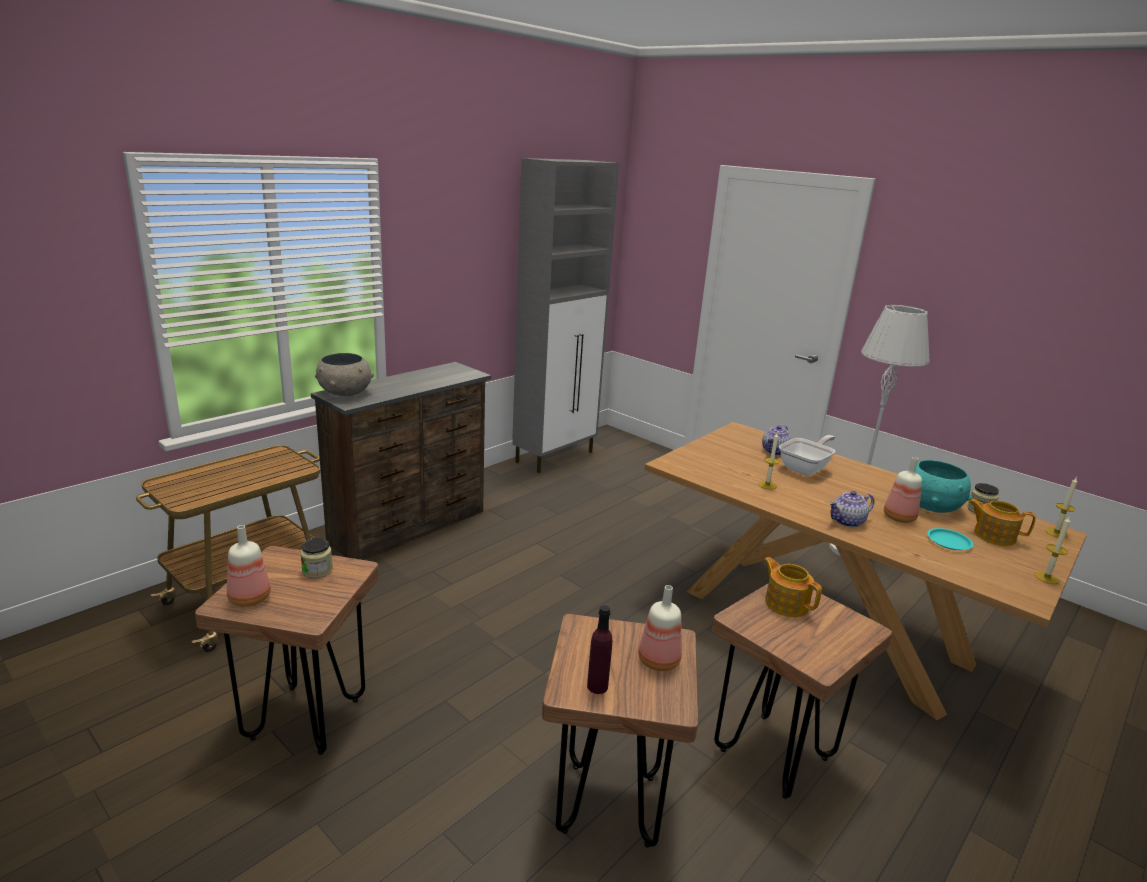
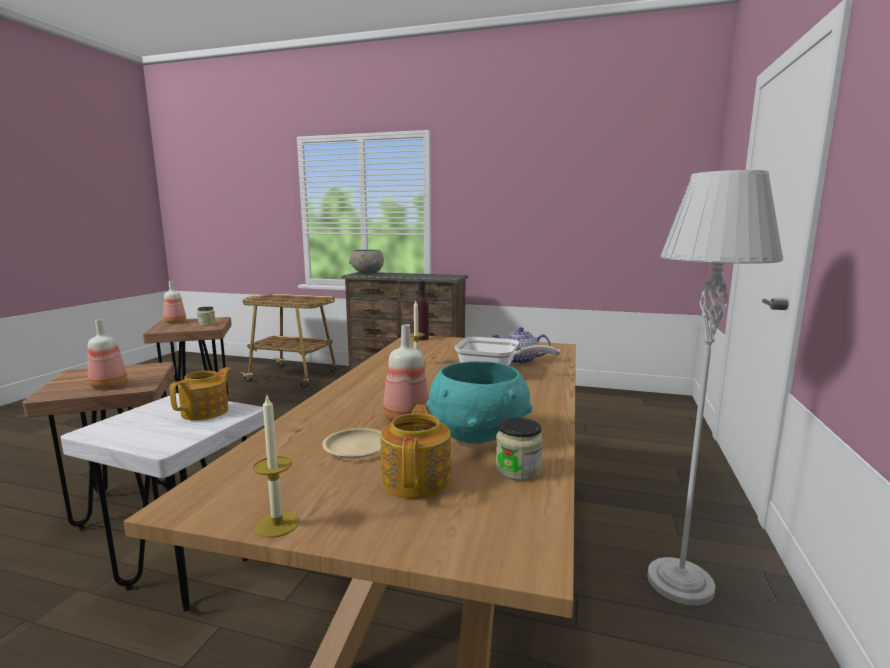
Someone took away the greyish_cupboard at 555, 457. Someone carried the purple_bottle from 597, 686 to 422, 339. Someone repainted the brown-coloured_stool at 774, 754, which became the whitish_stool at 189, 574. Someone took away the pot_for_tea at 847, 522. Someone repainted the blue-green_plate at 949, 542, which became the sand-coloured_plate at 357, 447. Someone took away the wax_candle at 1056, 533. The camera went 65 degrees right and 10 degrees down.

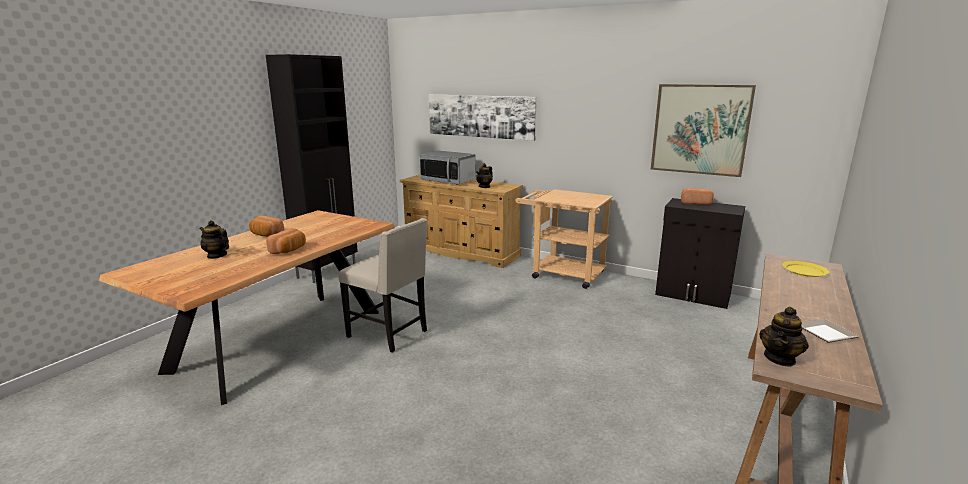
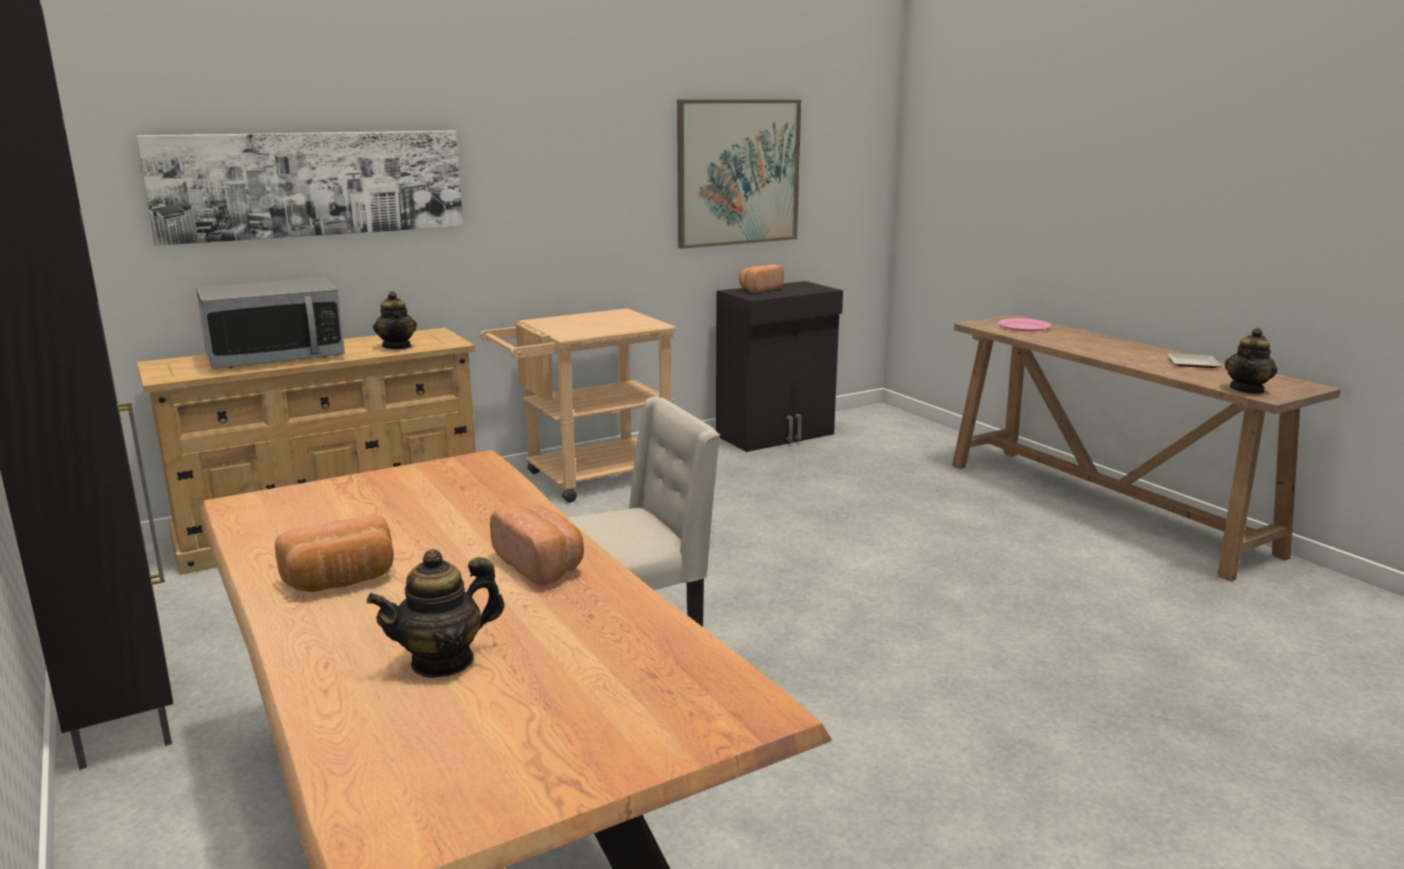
Someone rotated the pot_for_tea at 780, 358 by 60 degrees clockwise. Someone repainted the yellow_plate at 804, 271, which became the pinkish_plate at 1024, 327. The camera went 60 degrees left and 0 degrees up.

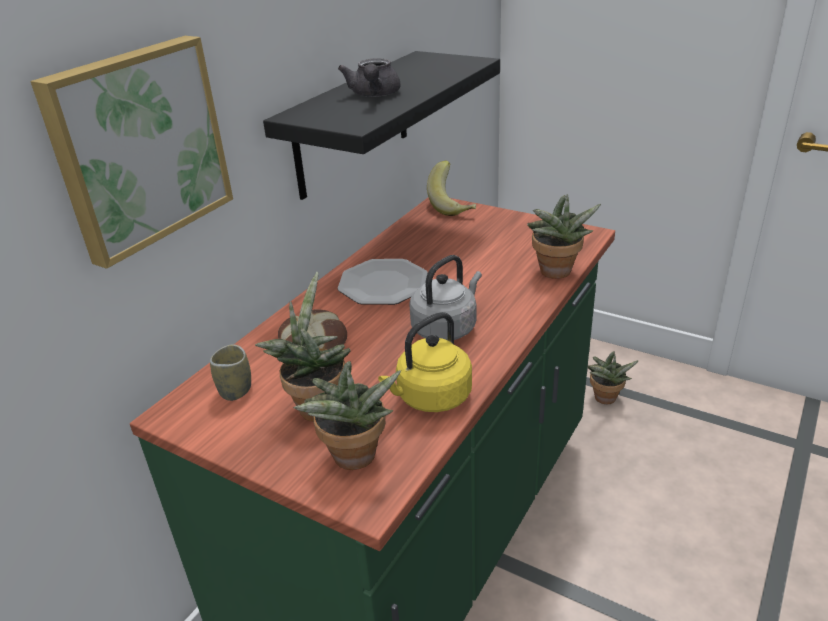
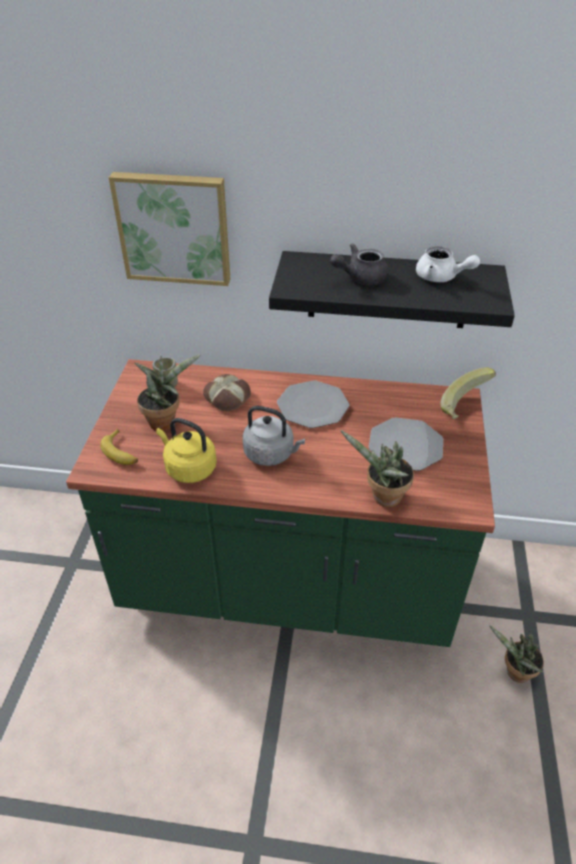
Someone swapped the potted_plant at 354, 460 for the banana_fruit at 121, 452. Someone put down the plate at 405, 446. Someone put down the whitish_pot_for_tea at 441, 277. The camera went 65 degrees right and 10 degrees up.

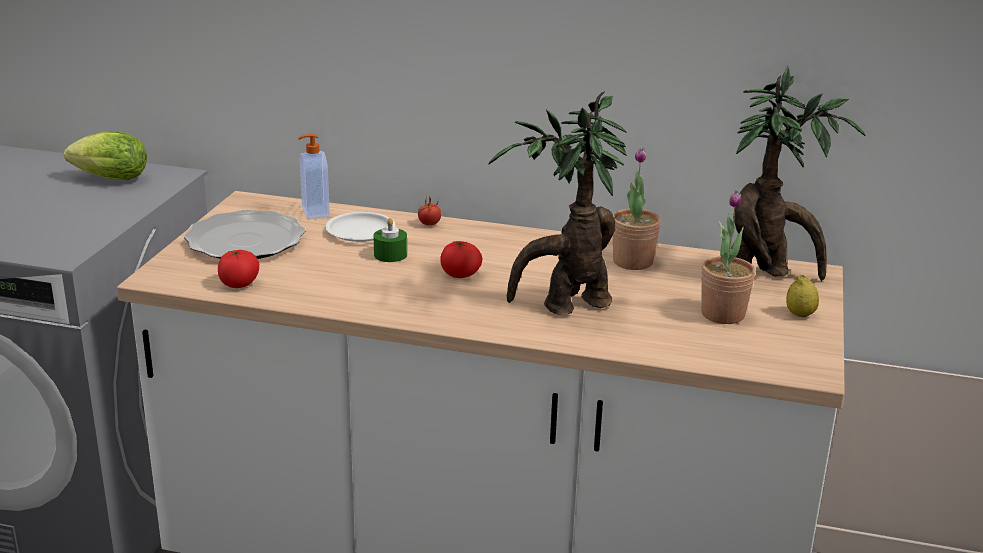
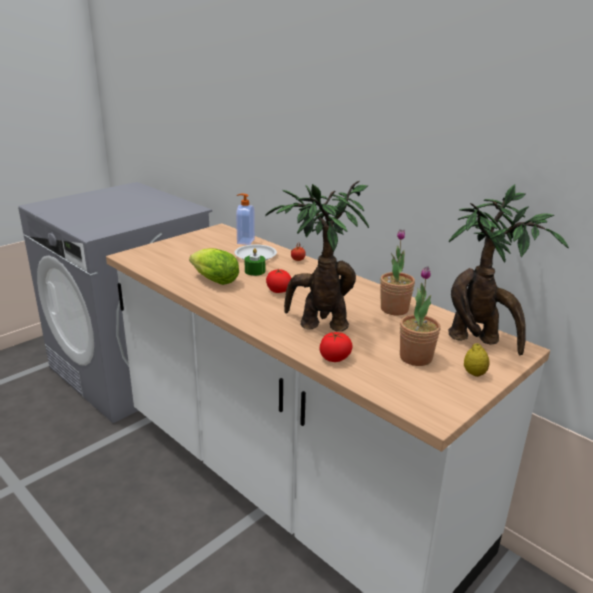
Someone carried the head_of_lettuce from 107, 179 to 212, 280. Someone took away the plate at 246, 241. Someone carried the whole_tomato from 239, 284 to 335, 358. The camera went 30 degrees right and 0 degrees up.

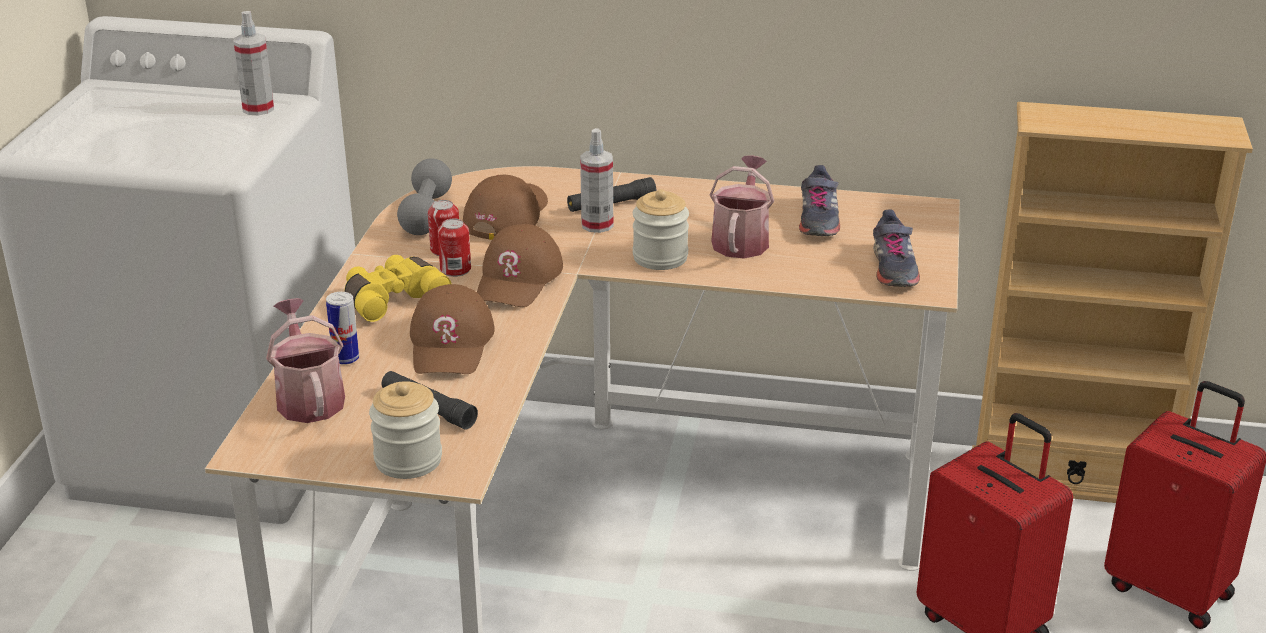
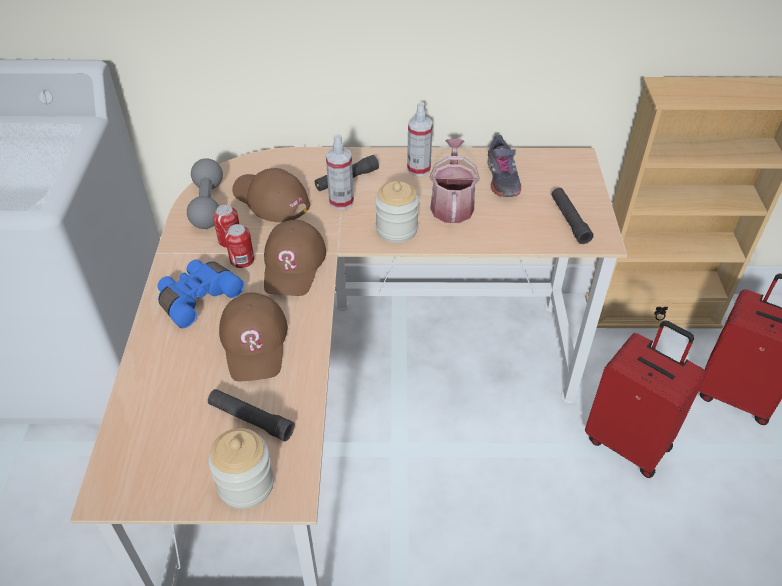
Someone carried the sprayer from 258, 109 to 418, 169. Someone took away the sprinkling_can at 308, 397. Someone took away the metal_can at 345, 359. Someone repainted the yellow_field_glasses at 392, 298, which became the blue-coloured_field_glasses at 197, 298. Someone rotated the brown-coloured_cap at 506, 215 by 60 degrees counterclockwise. Someone swapped the greyish_low_shoe at 893, 268 for the black-coloured_flashlight at 569, 220. The camera went 10 degrees left and 15 degrees up.

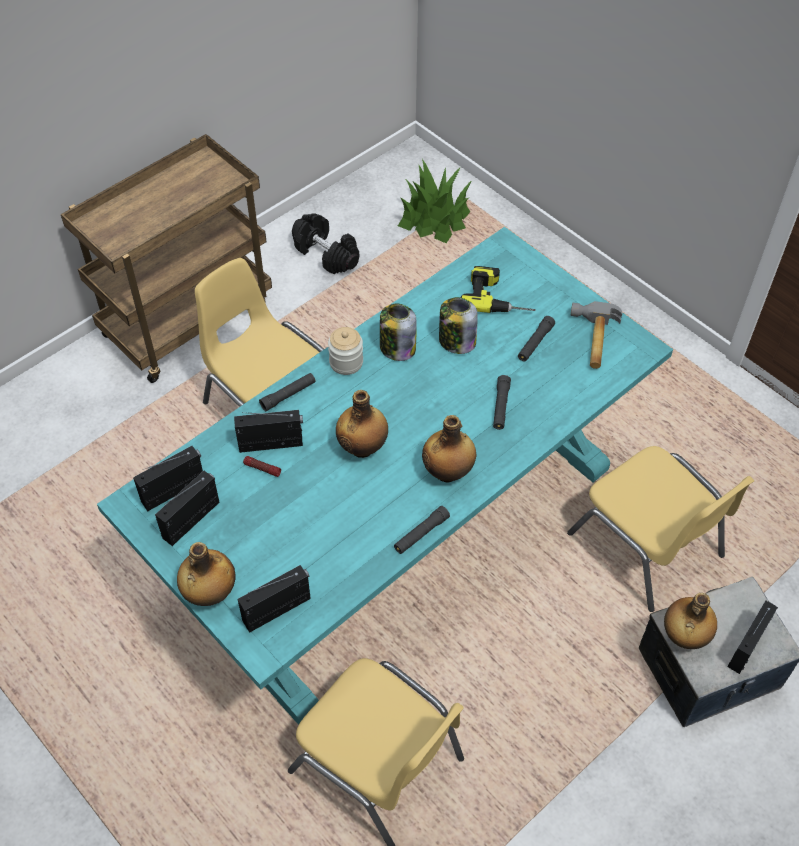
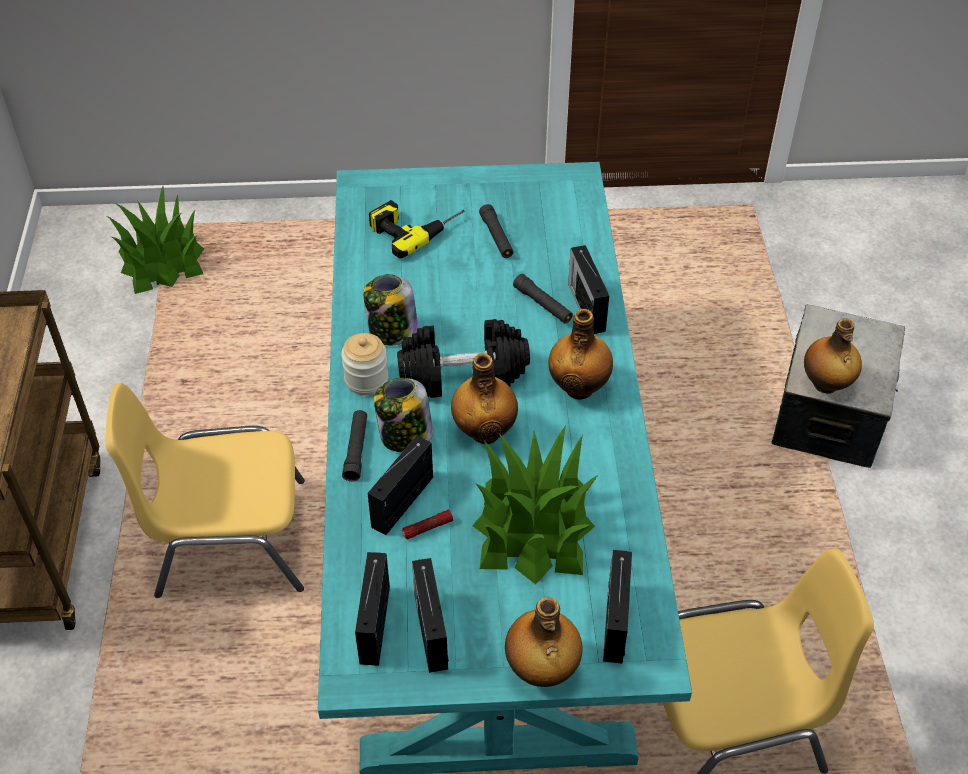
Someone carried the black-coloured_dumbbell from 326, 254 to 464, 374. Someone took away the black-coloured_flashlight at 421, 534. Someone carried the storage_jar from 456, 341 to 405, 436. Someone took away the yellow_plain_chair at 648, 546. Someone took away the tool_hammer at 592, 340. Someone carried the radio_set from 748, 645 to 586, 306. Someone put down the potted_plant at 534, 527. The camera went 50 degrees left and 5 degrees down.

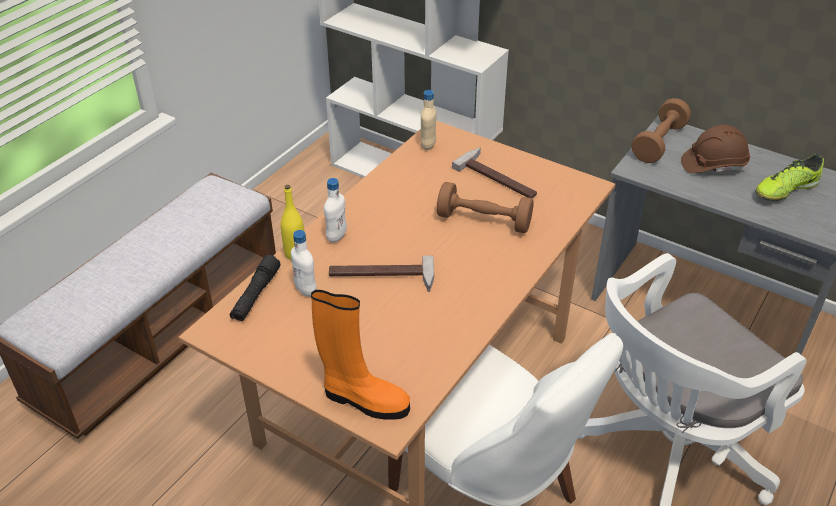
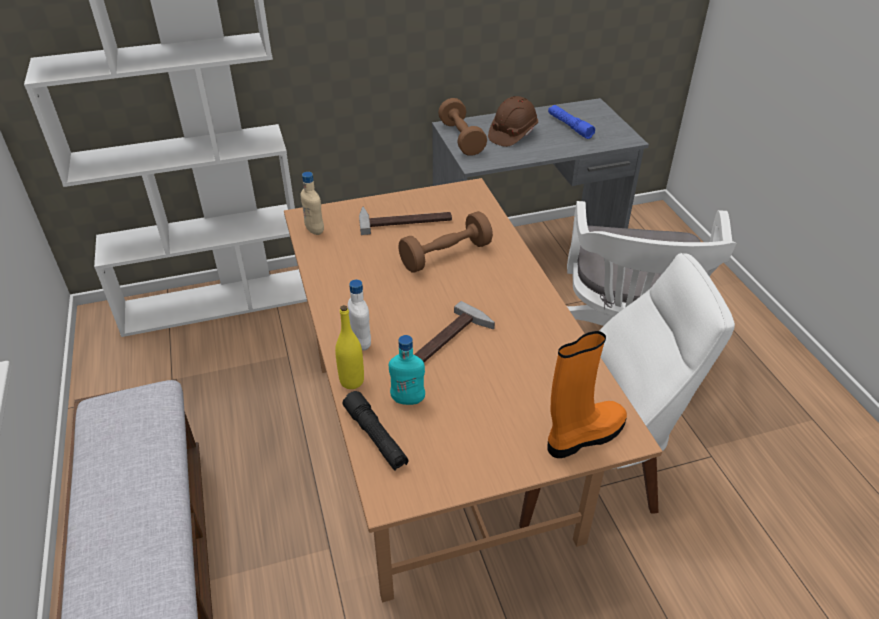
Someone repainted the whitish_bottle at 305, 290, which became the blue-green_bottle at 408, 399. Someone swapped the low_shoe at 785, 190 for the blue-coloured_flashlight at 569, 126. The camera went 50 degrees left and 0 degrees up.

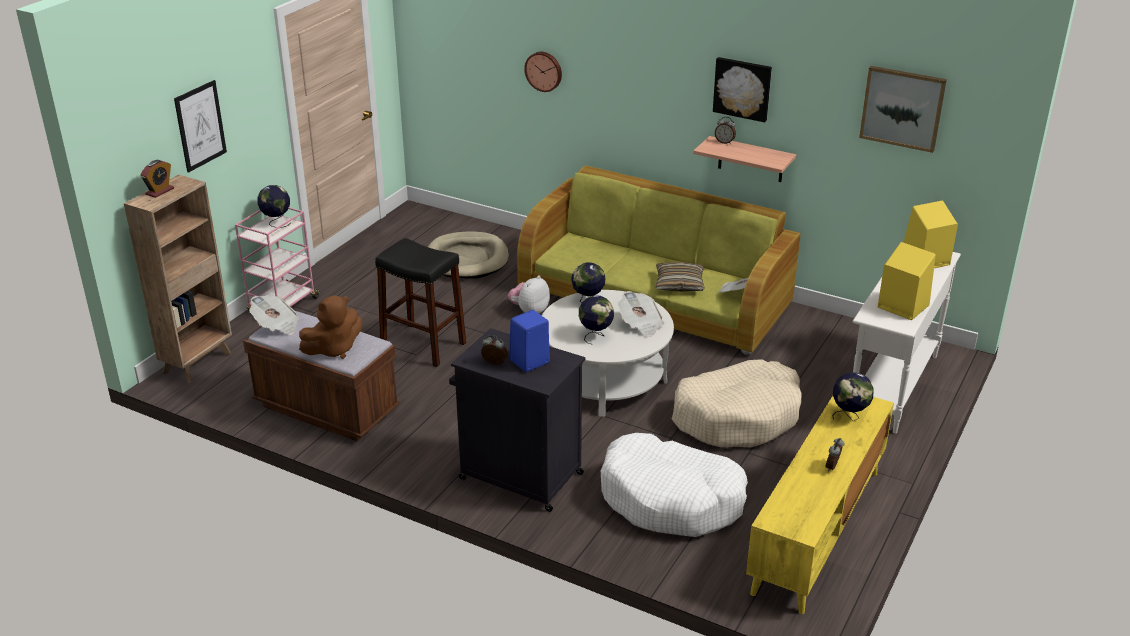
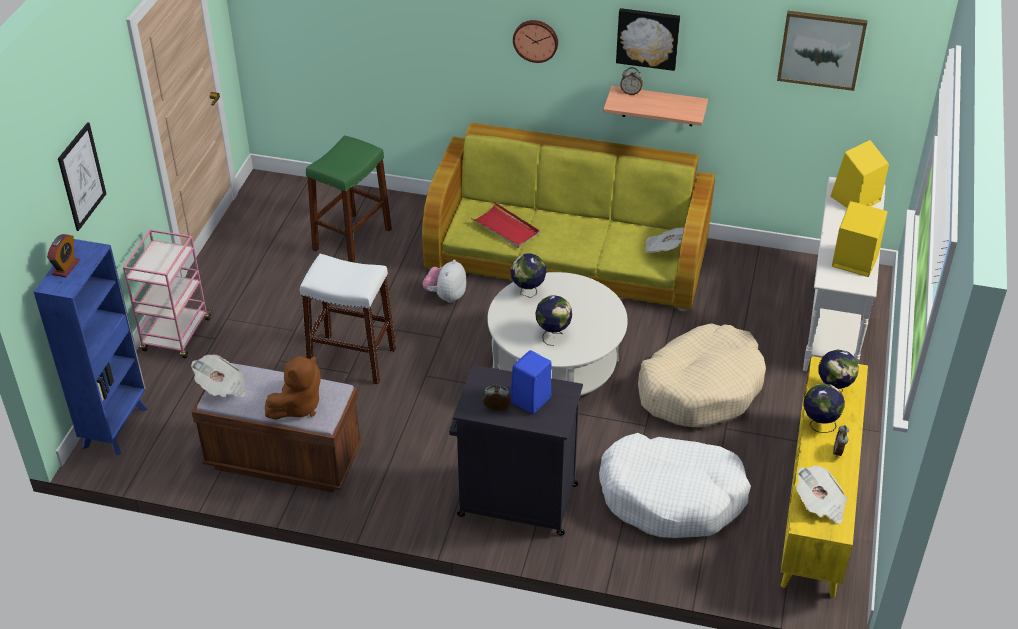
Someone repainted the brown-coloured_bookshelf at 198, 362, which became the blue-coloured_bookshelf at 116, 426. Someone carried the desk_globe from 276, 223 to 819, 425. Someone repainted the black-coloured_stool at 423, 345, which became the whitish_stool at 352, 359. Someone swapped the sand-coloured_dog_bed at 467, 259 for the greenish_stool at 352, 239. Someone carried the hanging_clock from 544, 71 to 536, 40. Someone carried the newspaper from 640, 324 to 820, 504. Someone took away the cushion at 679, 284. Someone put down the red-coloured_carrying_tray at 506, 228. The camera went 15 degrees left and 10 degrees up.

